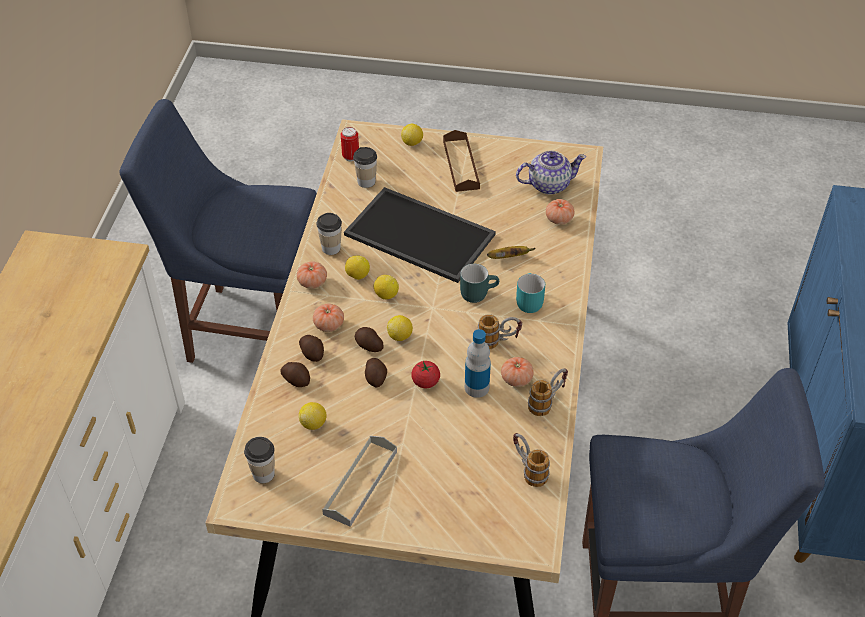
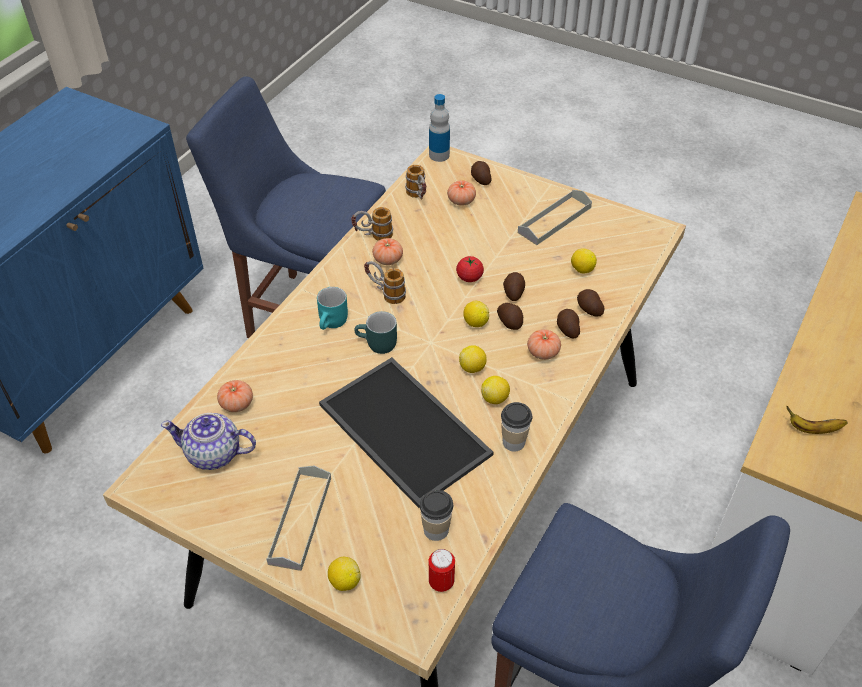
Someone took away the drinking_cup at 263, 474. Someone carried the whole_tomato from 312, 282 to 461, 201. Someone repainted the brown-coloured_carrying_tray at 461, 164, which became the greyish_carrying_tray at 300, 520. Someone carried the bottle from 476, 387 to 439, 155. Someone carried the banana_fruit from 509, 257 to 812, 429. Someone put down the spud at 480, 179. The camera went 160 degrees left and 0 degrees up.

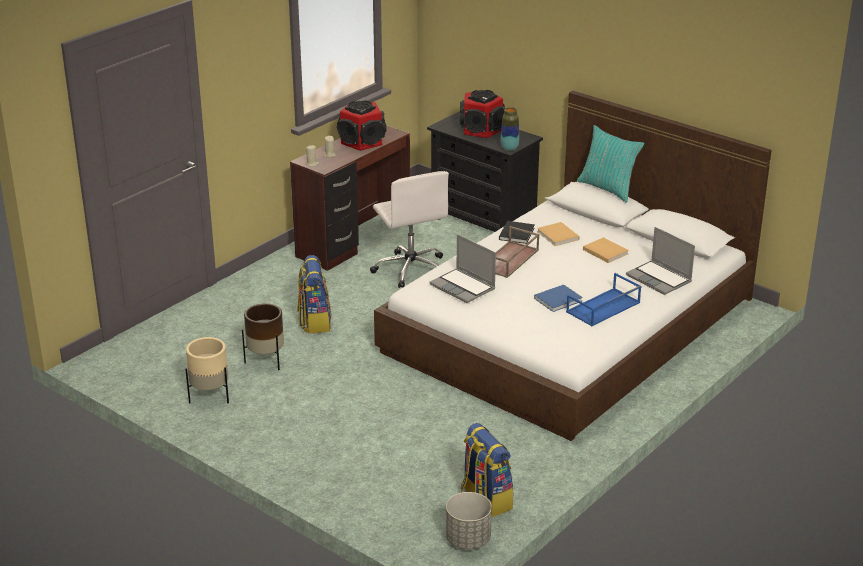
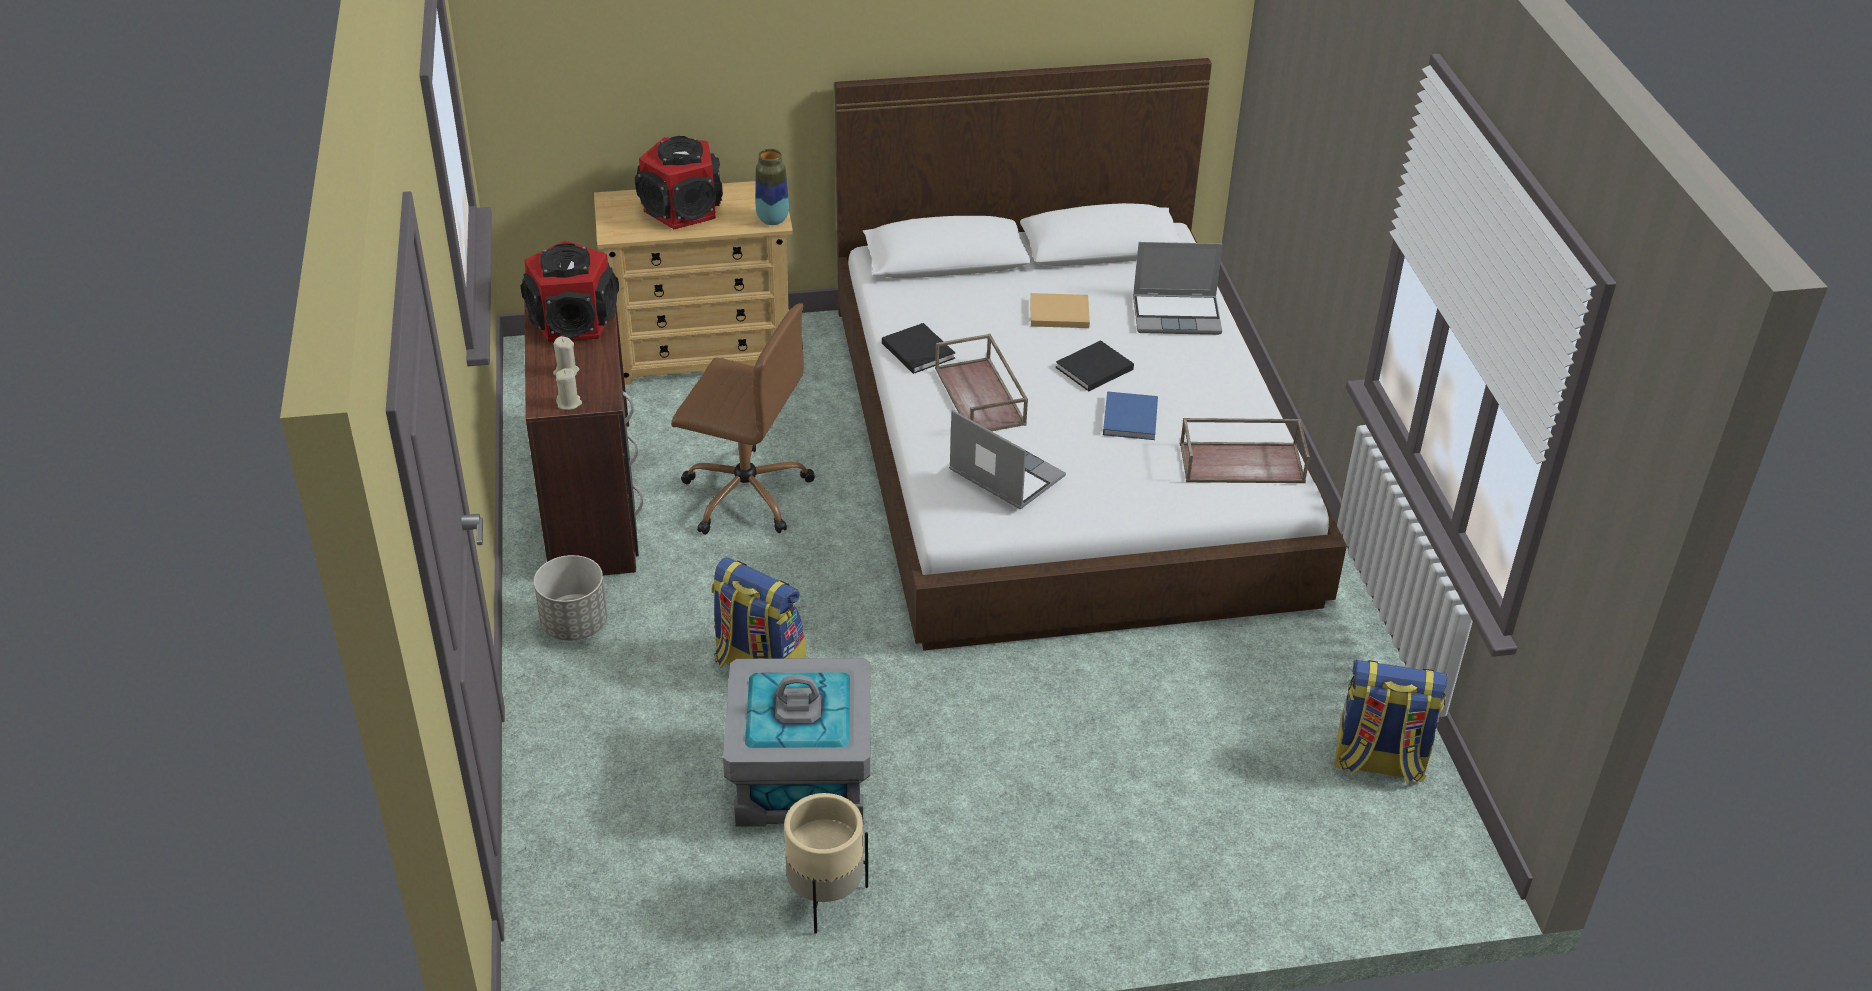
Someone swapped the brown-coloured_planter at 266, 360 for the greyish_storage_bin at 800, 778. Someone repainted the whitish_computer_chair at 410, 269, which became the brown-coloured_computer_chair at 744, 493. Someone repainted the black-coloured_chest_of_drawers at 483, 217, which became the sand-coloured_chest_of_drawers at 703, 352. Someone rotated the portable_computer at 463, 287 by 135 degrees counterclockwise. Someone carried the greyish_planter from 468, 539 to 574, 624. Someone took away the sand-coloured_bound_book at 558, 236. Someone took away the blue-coloured_carrying_tray at 603, 308. Someone took away the blue-green_cushion at 608, 189. Someone put down the black-coloured_bound_book at 1092, 369. Someone put down the brown-coloured_carrying_tray at 1243, 462. The camera went 50 degrees left and 10 degrees up.

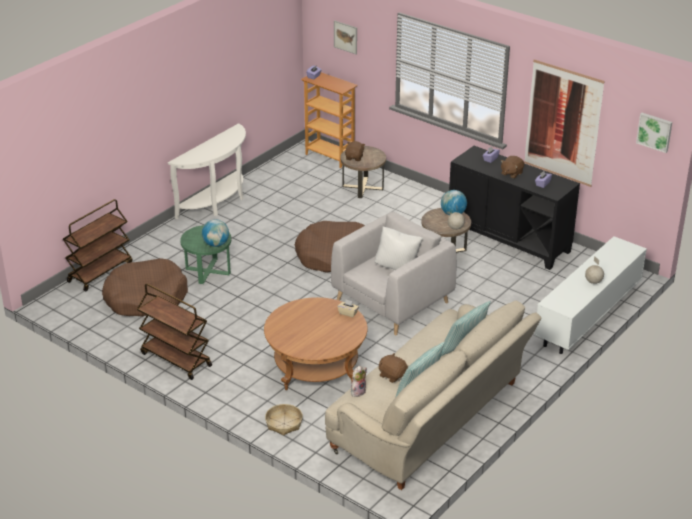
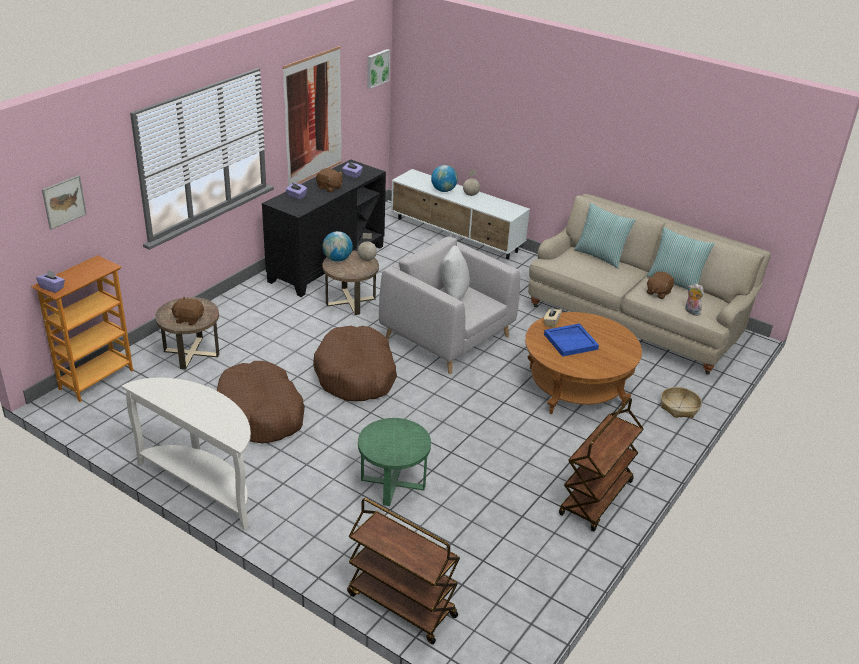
Someone carried the brown-coloured_dog_bed from 145, 297 to 260, 414. Someone carried the desk_globe from 216, 244 to 443, 190. Someone put down the blue-coloured_carrying_tray at 570, 341. The camera went 95 degrees left and 0 degrees up.

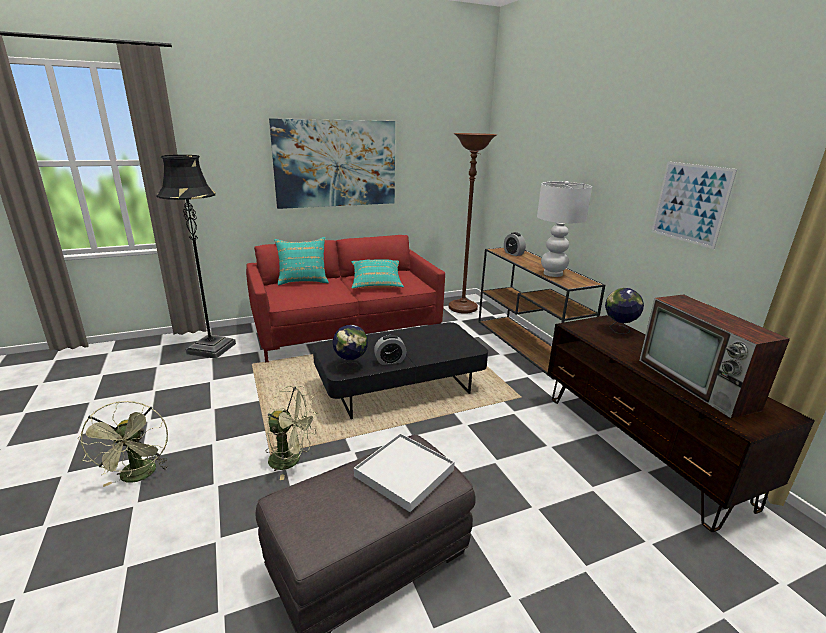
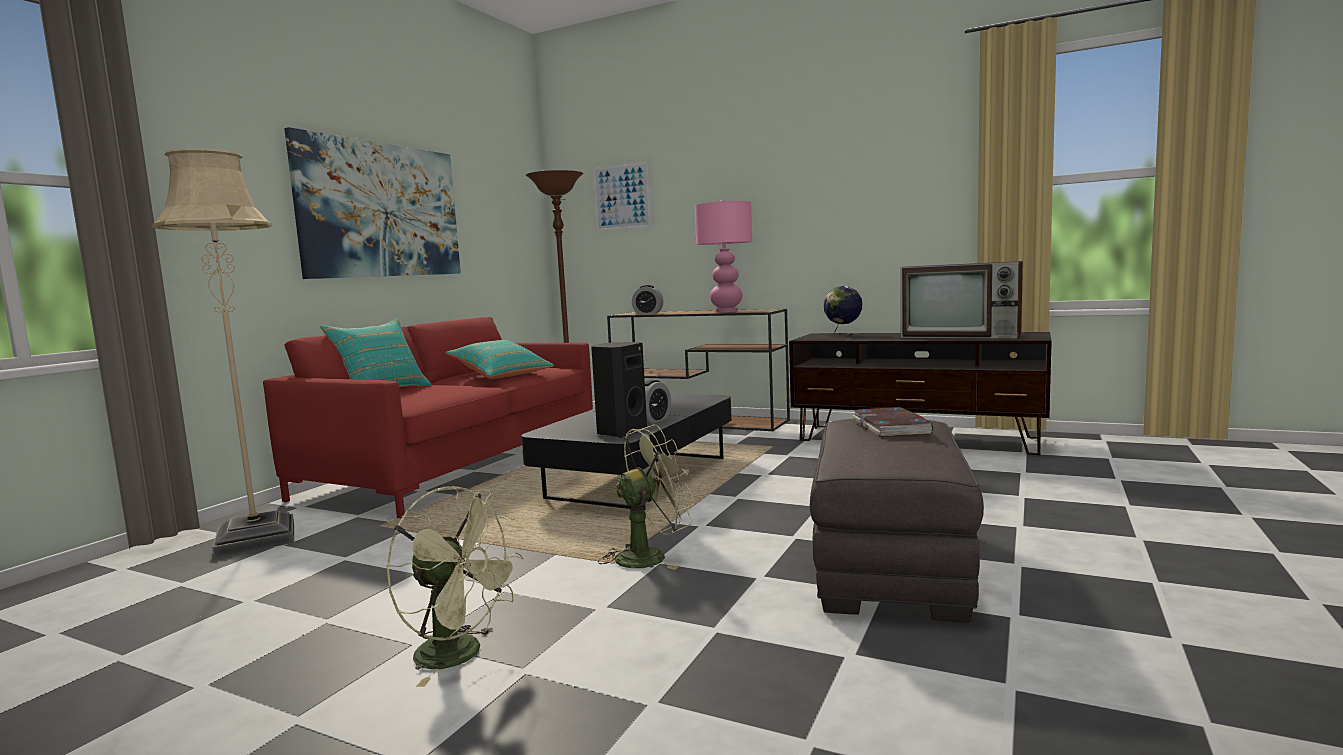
Someone repainted the black-coloured_standard_lamp at 211, 348, which became the sand-coloured_standard_lamp at 256, 539. Someone swapped the desk_globe at 351, 366 for the black-coloured_audio_speaker at 620, 432. Someone swapped the whitish_carrying_tray at 404, 473 for the bound_book at 891, 427. Someone repainted the whitish_table_lamp at 552, 273, which became the pinkish_table_lamp at 726, 311. Someone carried the wall_art from 690, 203 to 622, 197. The camera went 40 degrees left and 15 degrees down.

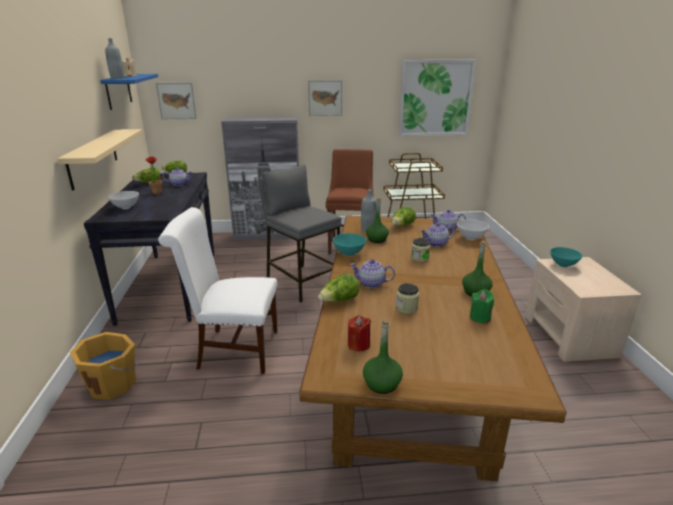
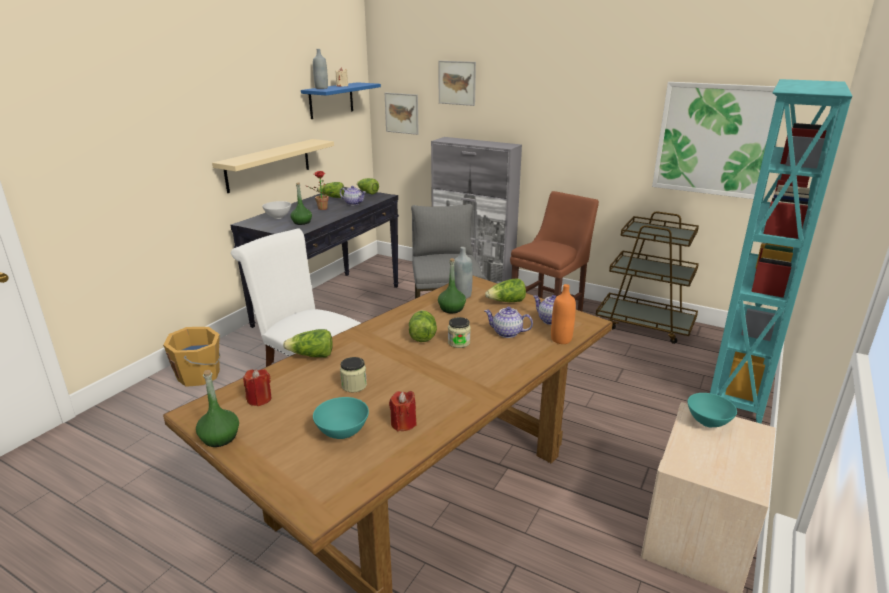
Someone carried the wall_art from 325, 98 to 457, 83. Someone carried the blue-green_serving_bowl from 349, 253 to 343, 434. Someone took away the pot_for_tea at 371, 283. Someone swapped the whitish_serving_bowl at 470, 238 for the orangey_bottle at 561, 339. Someone carried the greenish_bottle from 476, 292 to 302, 222. Someone repainted the greenish_wax_candle at 480, 317, which became the red-coloured_wax_candle at 403, 423. Someone put down the head_of_lettuce at 422, 335. Someone put down the blue-green_bookshelf at 737, 387. The camera went 35 degrees right and 0 degrees up.

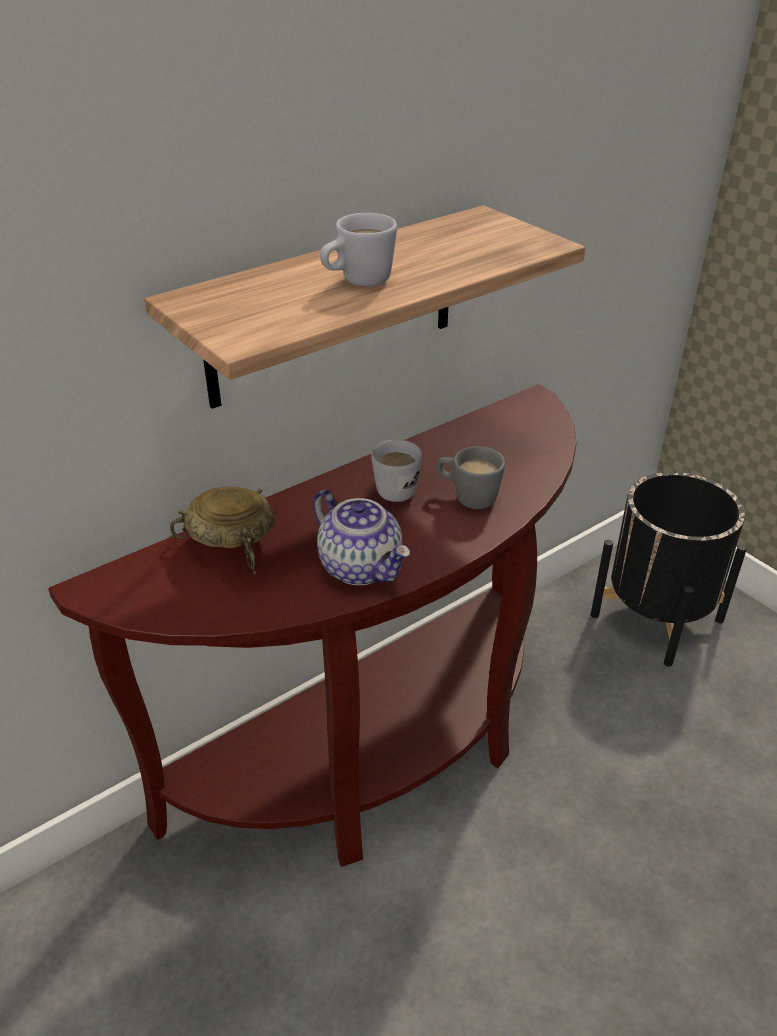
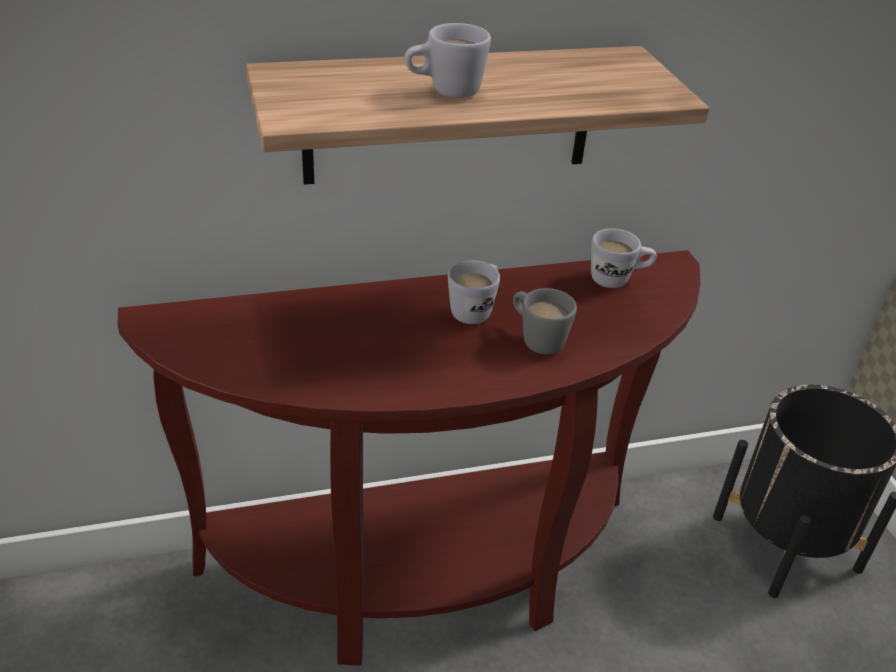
Someone took away the sand-coloured_serving_bowl at 232, 543. Someone took away the pot_for_tea at 362, 567. Someone put down the whitish_coffee_mug at 618, 280. The camera went 20 degrees right and 0 degrees up.

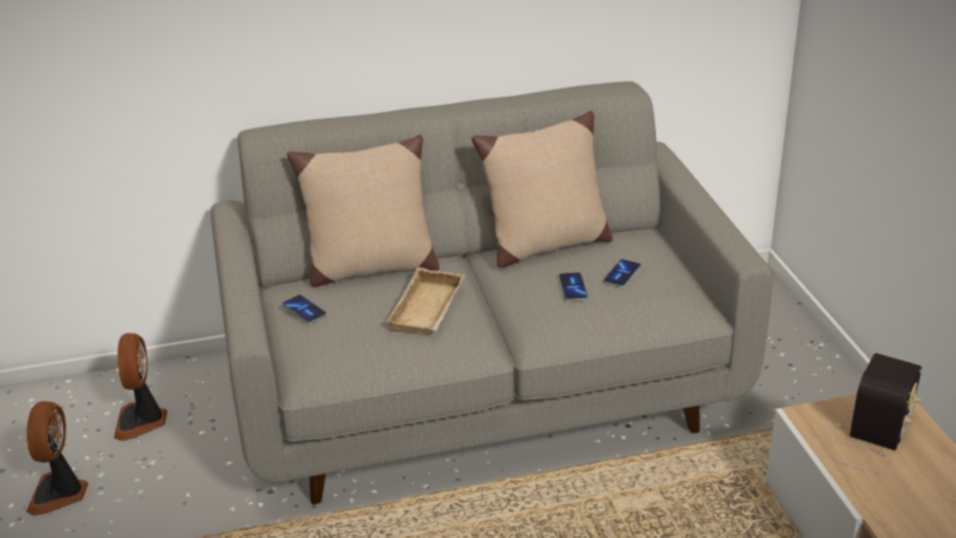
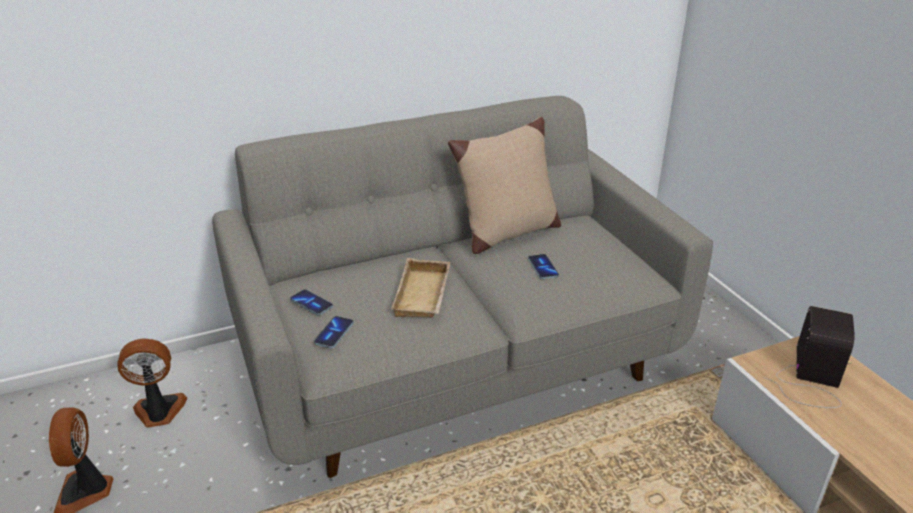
Someone rotated the electric_fan at 142, 421 by 90 degrees clockwise. Someone took away the sand-coloured_cushion at 370, 268. Someone carried the telephone from 622, 275 to 334, 333. The camera went 10 degrees left and 0 degrees up.

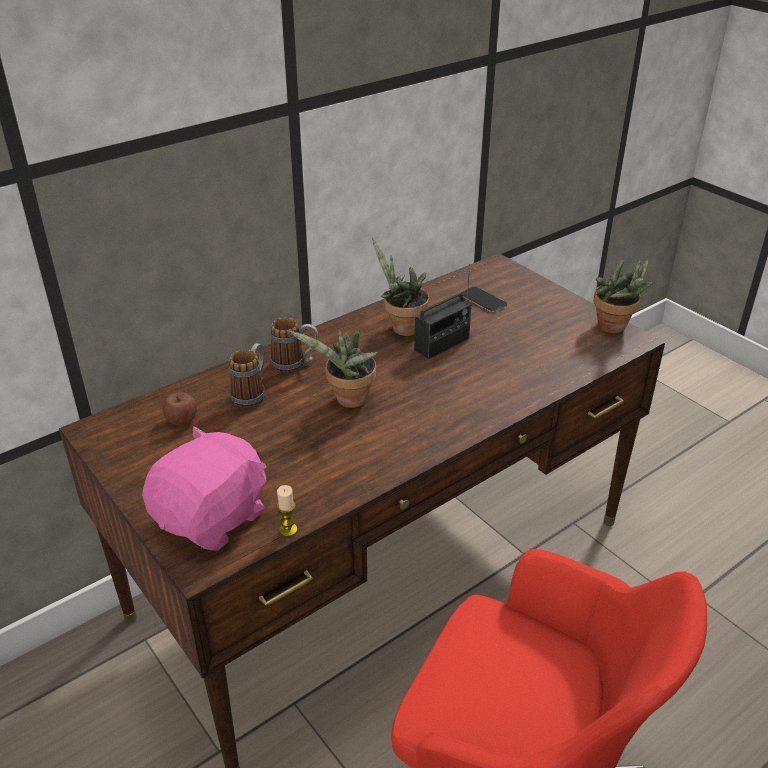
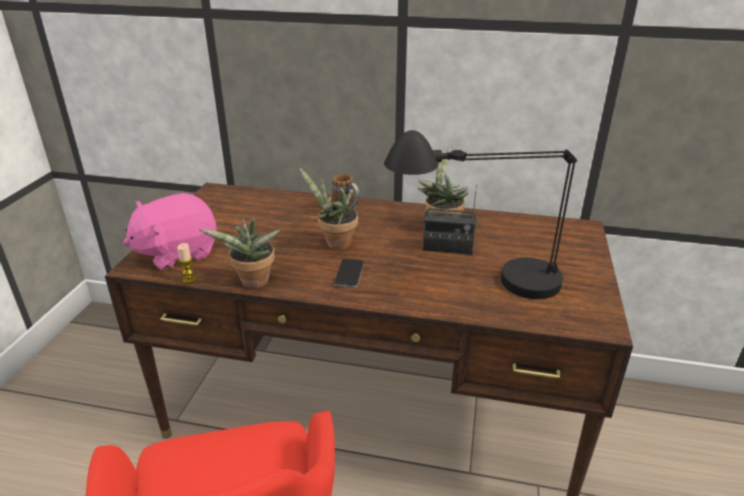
Someone rotated the pinkish_cuddly_toy at 213, 518 by 150 degrees clockwise. Someone took away the apple_fruit at 181, 420. Someone took away the coffee_mug at 252, 393. Someone carried the telephone from 483, 300 to 349, 274. Someone carried the potted_plant from 615, 328 to 253, 284. Someone put down the black-coloured_table_lamp at 478, 284. The camera went 50 degrees right and 5 degrees down.

